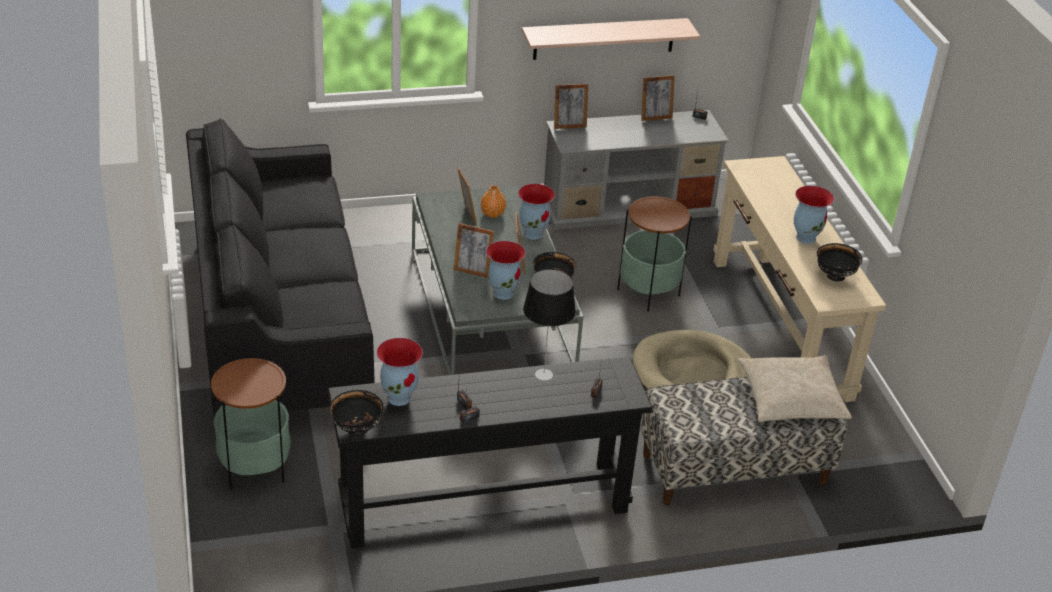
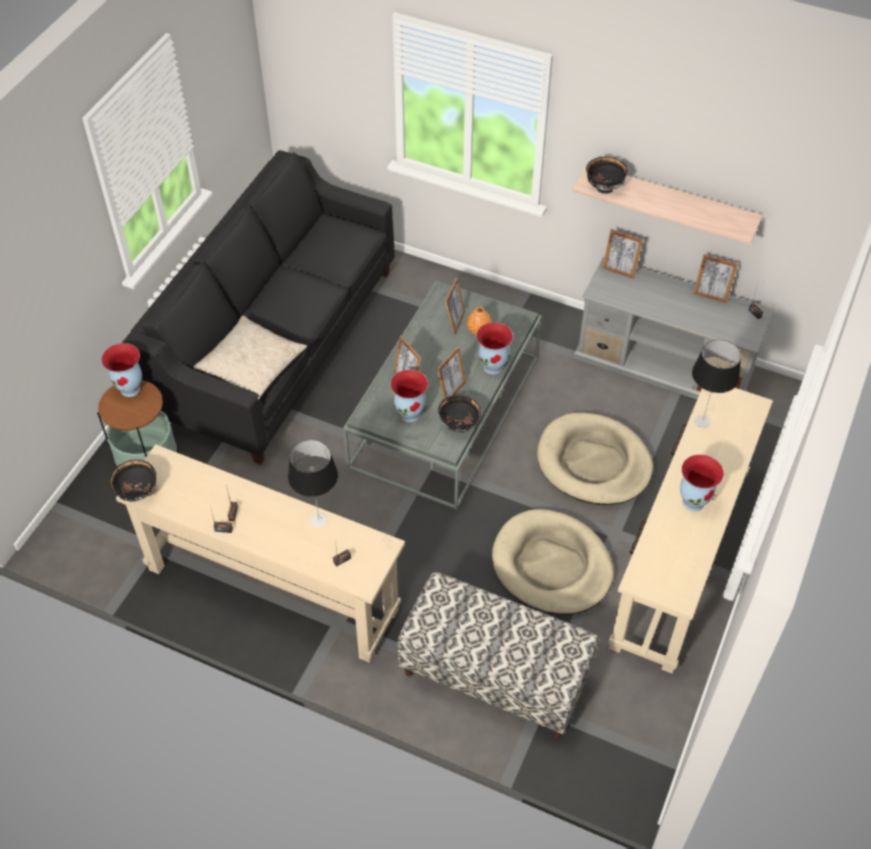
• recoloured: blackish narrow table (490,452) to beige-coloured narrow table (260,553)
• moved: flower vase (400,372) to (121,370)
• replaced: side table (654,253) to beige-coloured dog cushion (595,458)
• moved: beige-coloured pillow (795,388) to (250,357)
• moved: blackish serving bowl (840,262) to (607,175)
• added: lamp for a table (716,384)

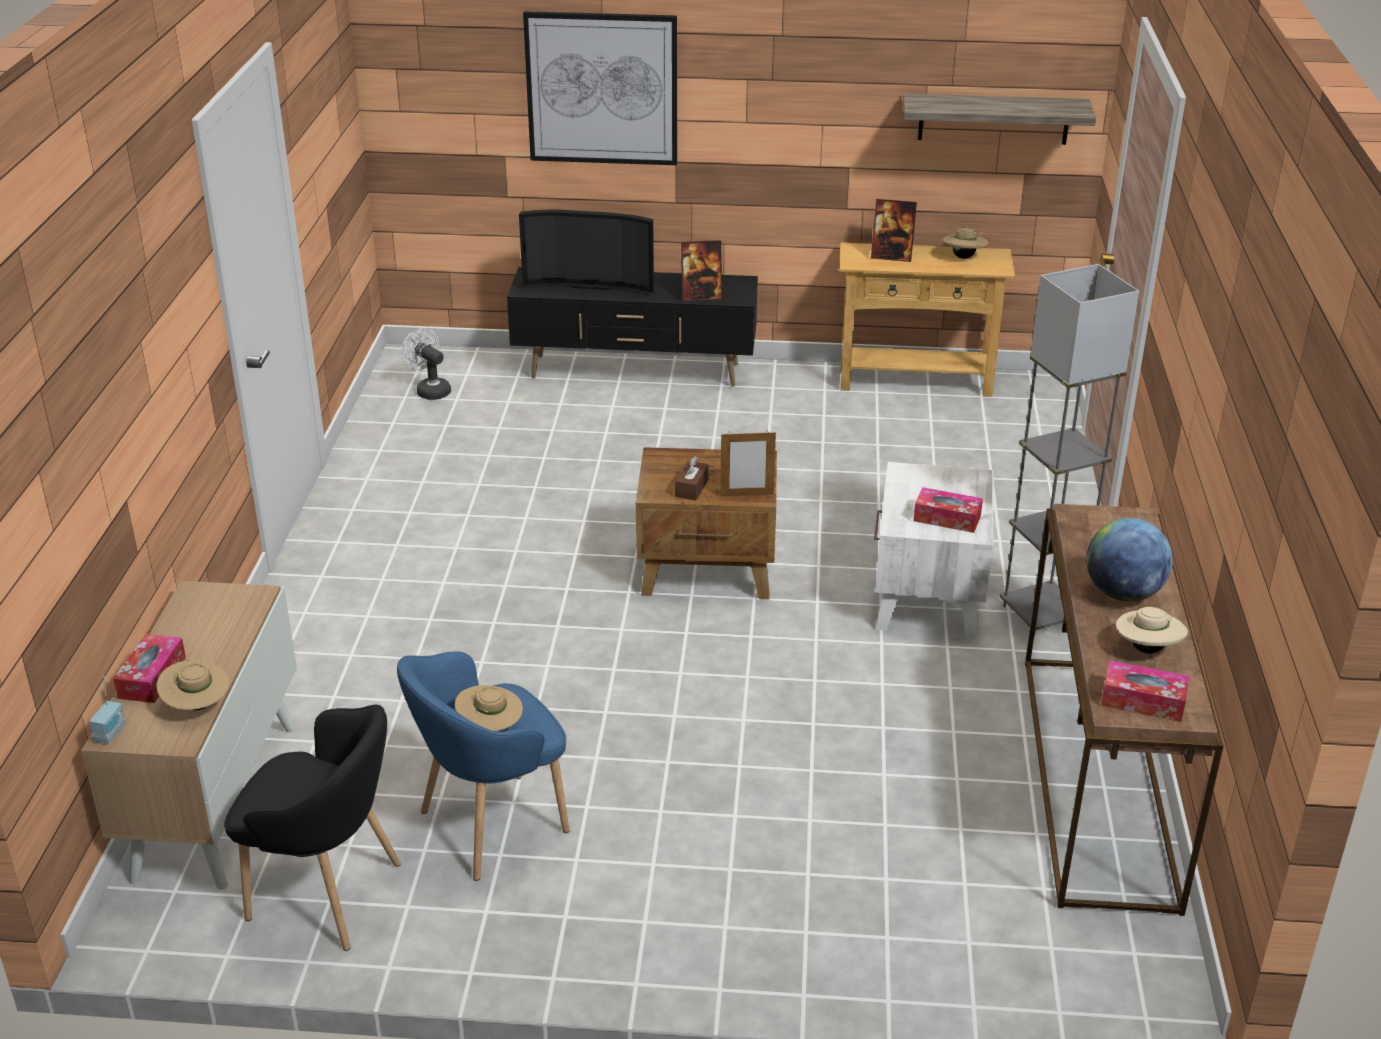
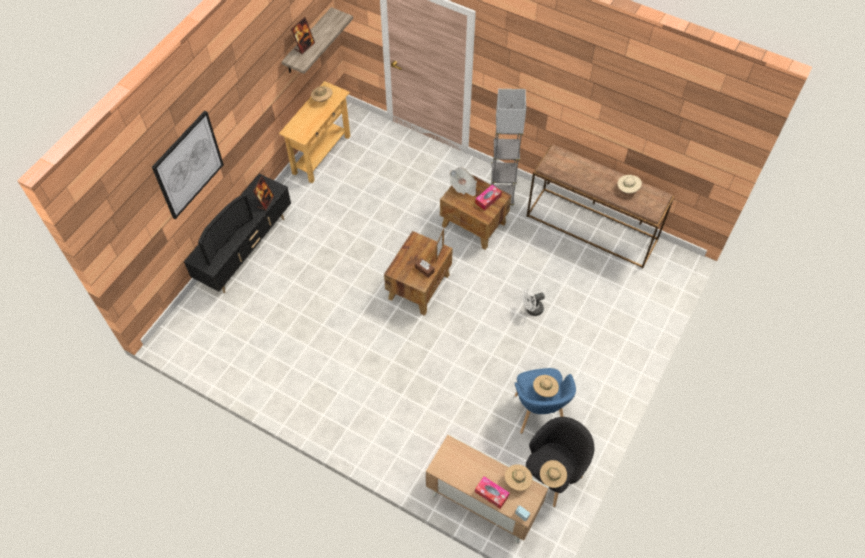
• moved: whitish cooling fan (426,364) to (533,302)
• moved: photo frame (894,230) to (303,35)
• recoloured: whitish side table (934,550) to brown side table (475,212)
• removed: world globe (1129,560)
• removed: tissue box (1145,691)
• added: newspaper (463,181)
• added: beige-coloured hat (553,474)

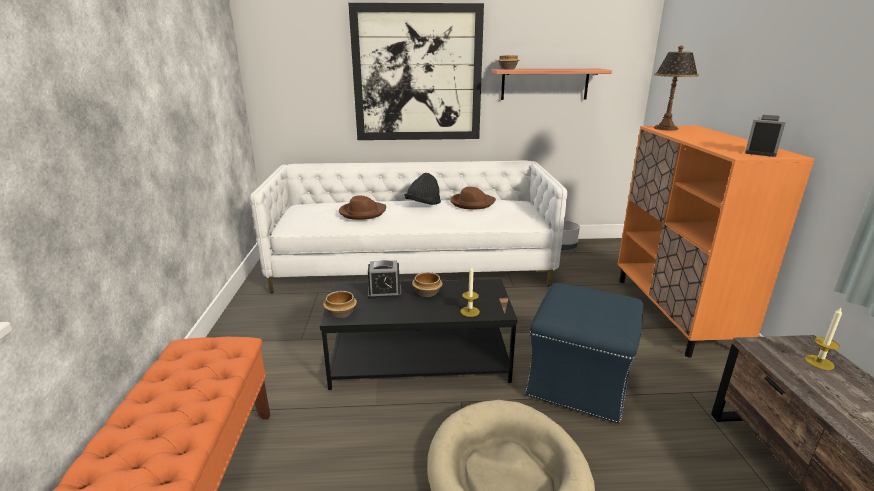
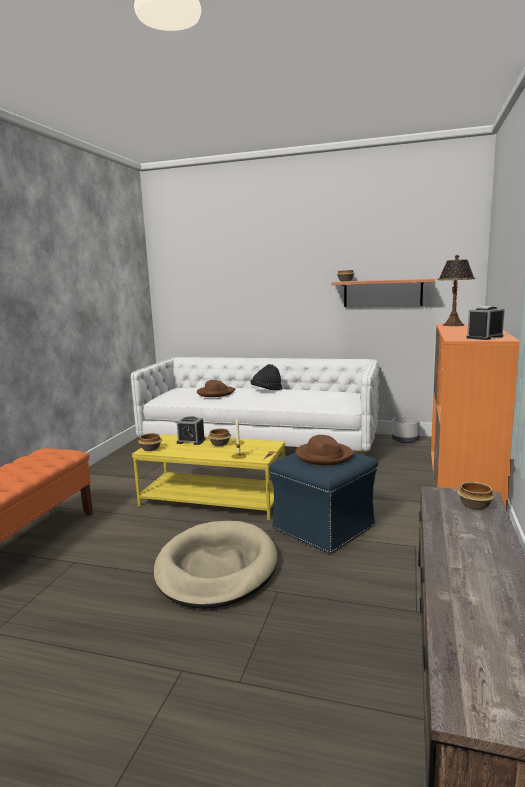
• recoloured: blackish low table (418,334) to yellowish low table (208,477)
• removed: wall picture (416,71)
• moved: brown hat (473,198) to (325,450)
• replaced: wax candle (823,339) to serving bowl (476,496)

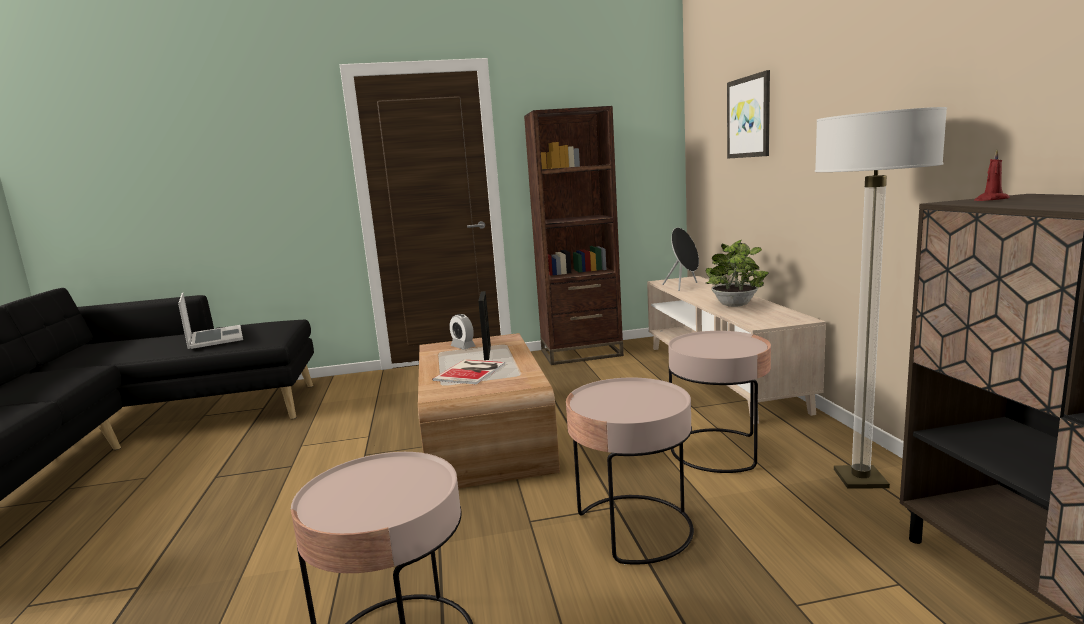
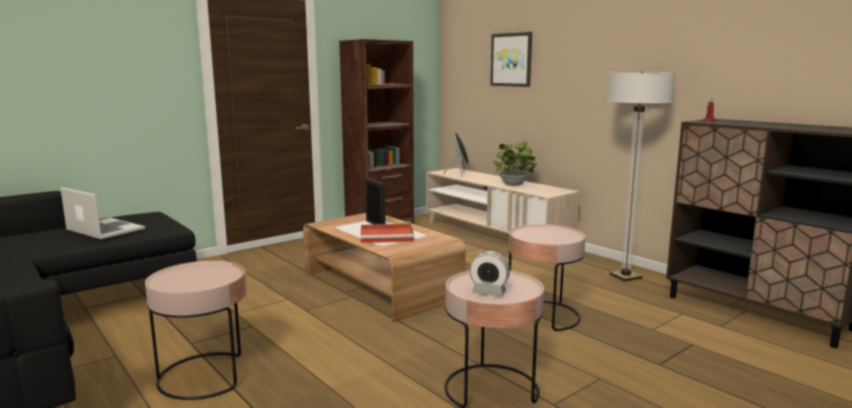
• replaced: bound book (468,372) to reddish tray (387,233)
• moved: table clock (463,332) to (490,274)
• moved: pinkish side table (719,402) to (196,330)

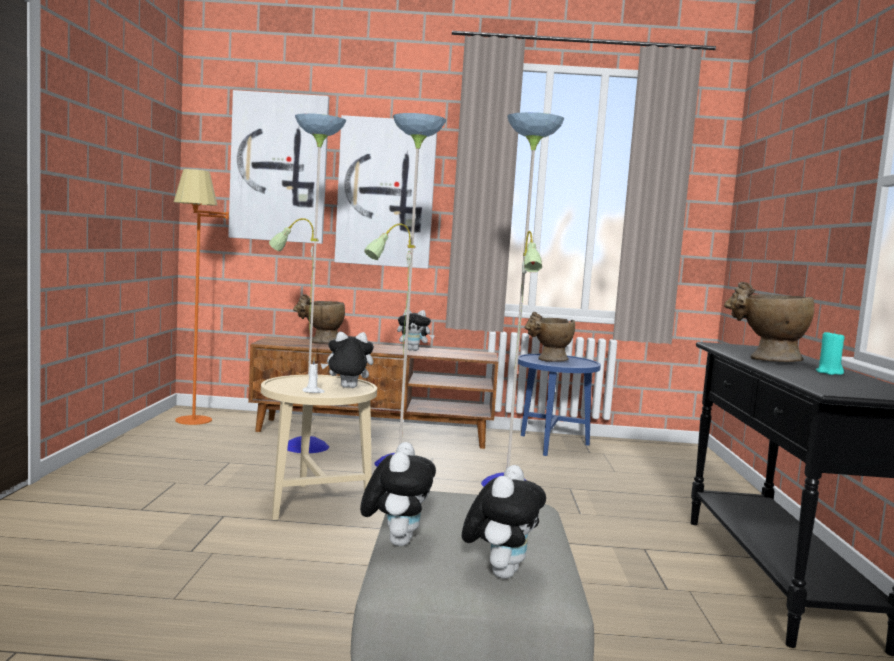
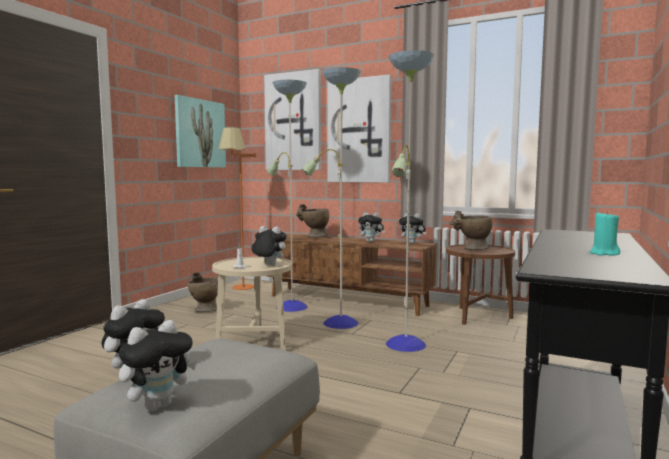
• recoloured: blue side table (559,405) to brown side table (480,284)
• moved: beige-coloured flower vase (769,322) to (202,292)
• added: wall picture (200,131)
• added: cuddly toy (412,228)

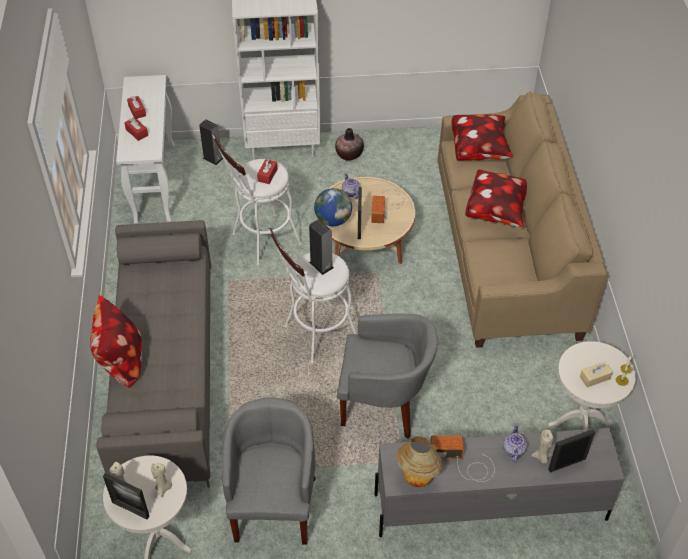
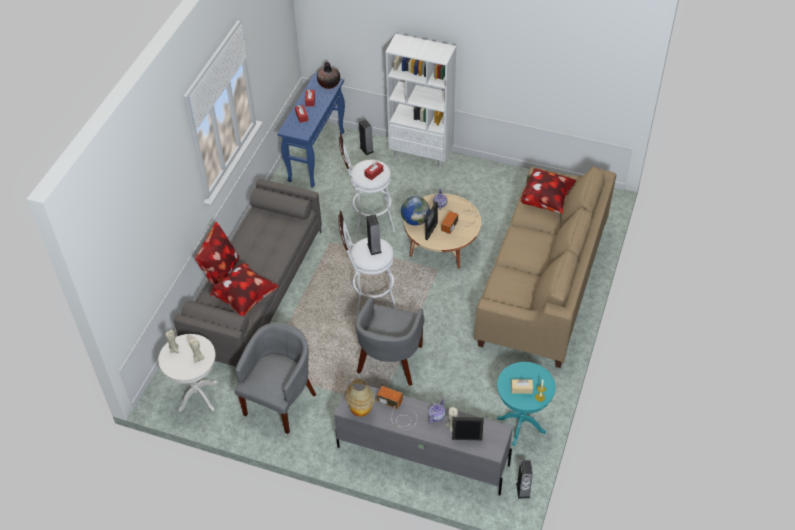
• removed: photo frame (126,496)
• recoloured: whitish narrow table (145,149) to blue narrow table (311,130)
• moved: flower vase (349,144) to (328,75)
• turned: gray armchair (387,376) = (390,341) 75 degrees clockwise
• moved: pillow (496,198) to (244,289)
• recoloured: whitish side table (592,385) to turquoise side table (526,404)
• added: loudspeaker (524,479)

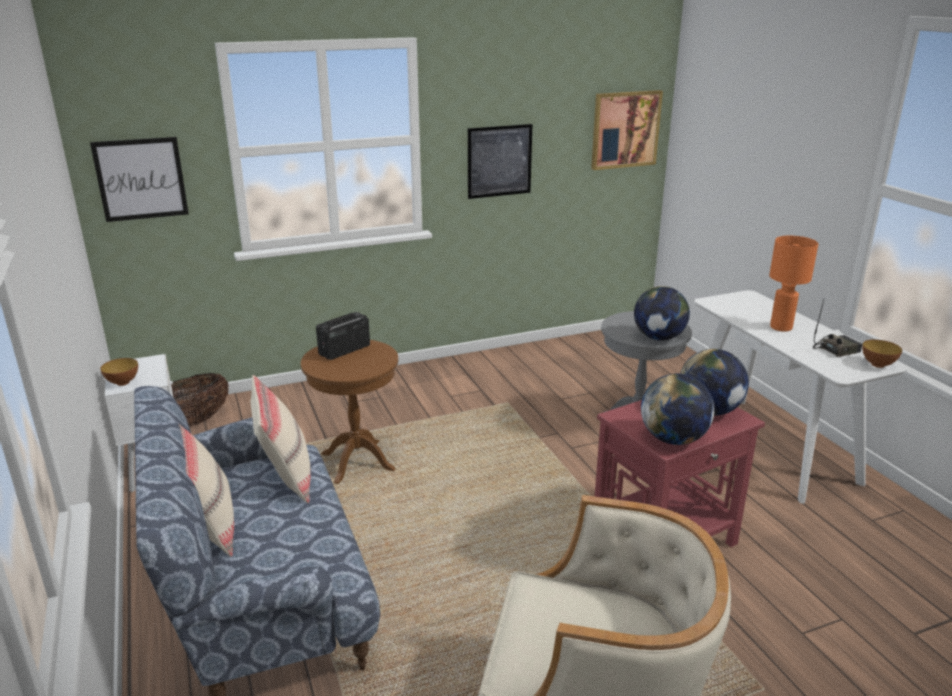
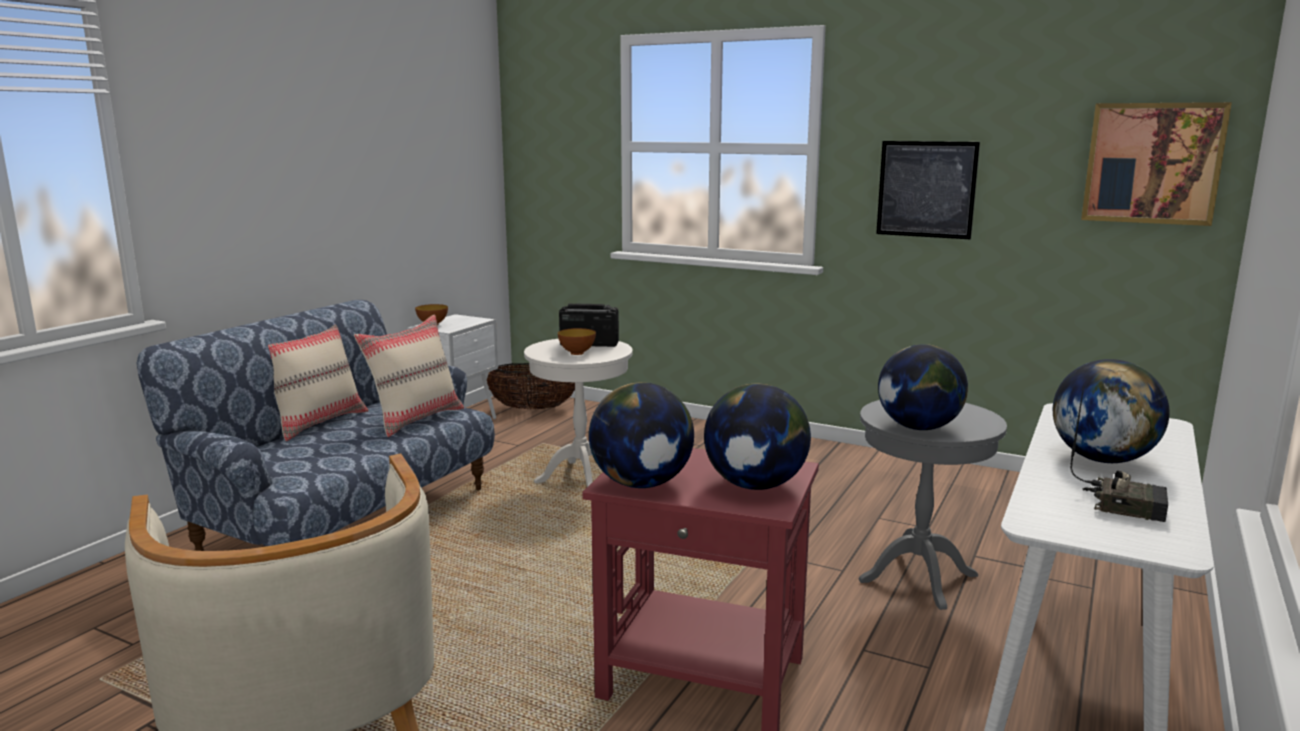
• removed: wall picture (139,179)
• recoloured: brown side table (349,412) to whitish side table (578,413)
• replaced: orange lamp for a table (793,284) to world globe (1111,411)
• moved: serving bowl (882,353) to (577,341)

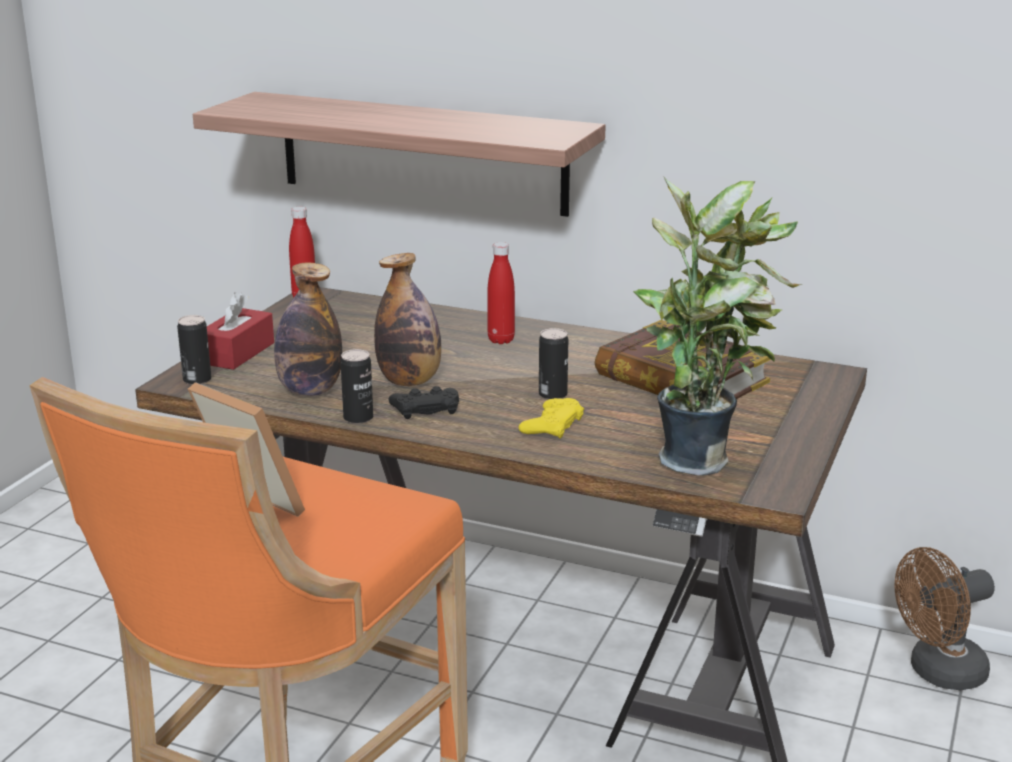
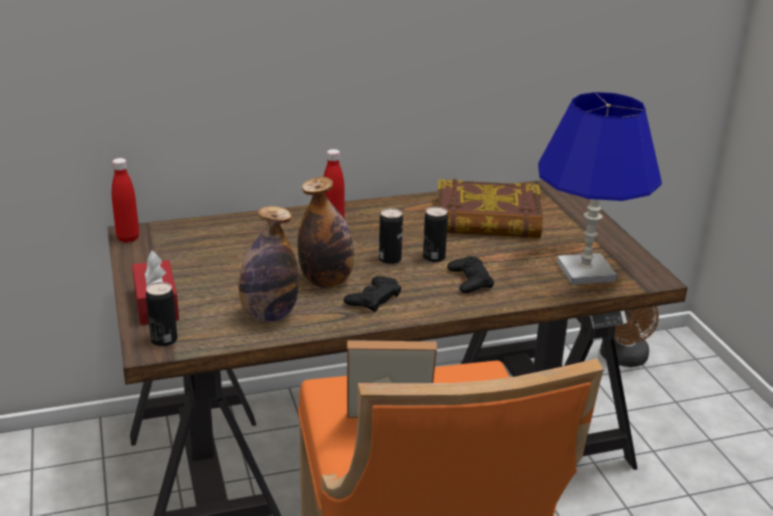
• removed: shelf (399,154)
• moved: sealed can (356,386) to (391,236)
• recoloured: yellowish game controller (551,418) to blackish game controller (470,274)
• replaced: plant in a pot (717,326) to blue lamp for a table (600,188)

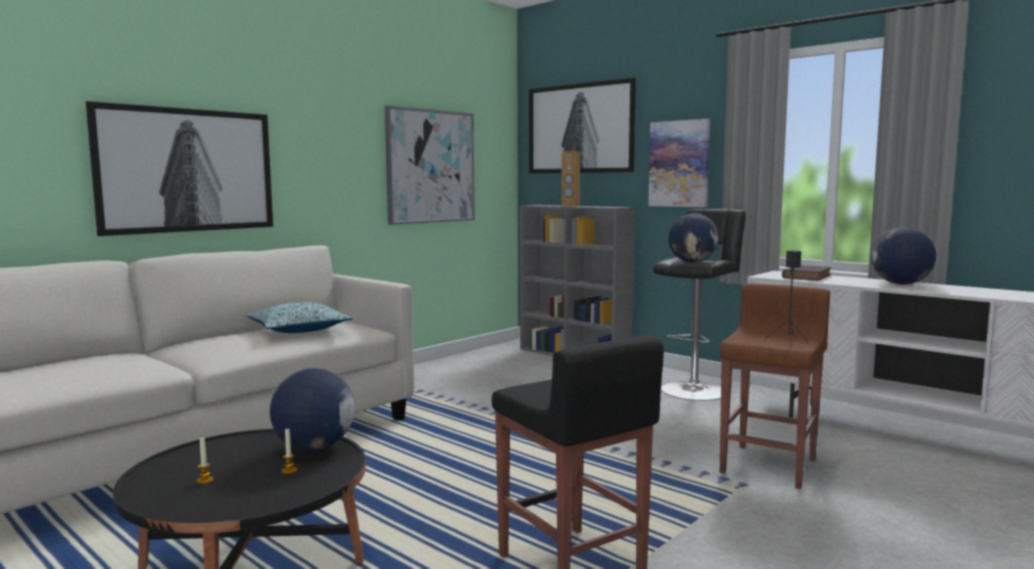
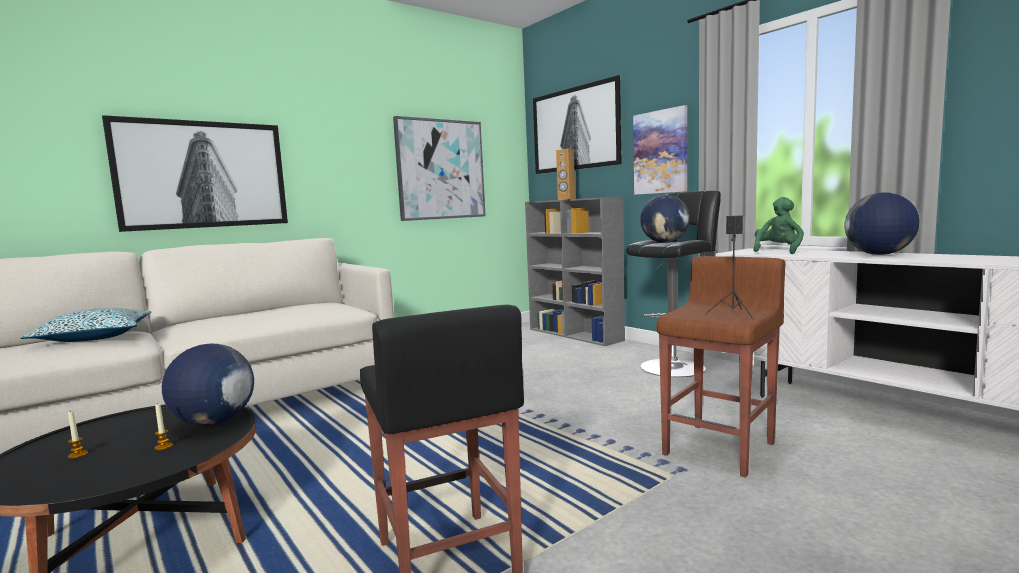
• moved: pillow (299,317) to (86,325)
• replaced: brown bound book (806,273) to green cuddly toy (778,225)

